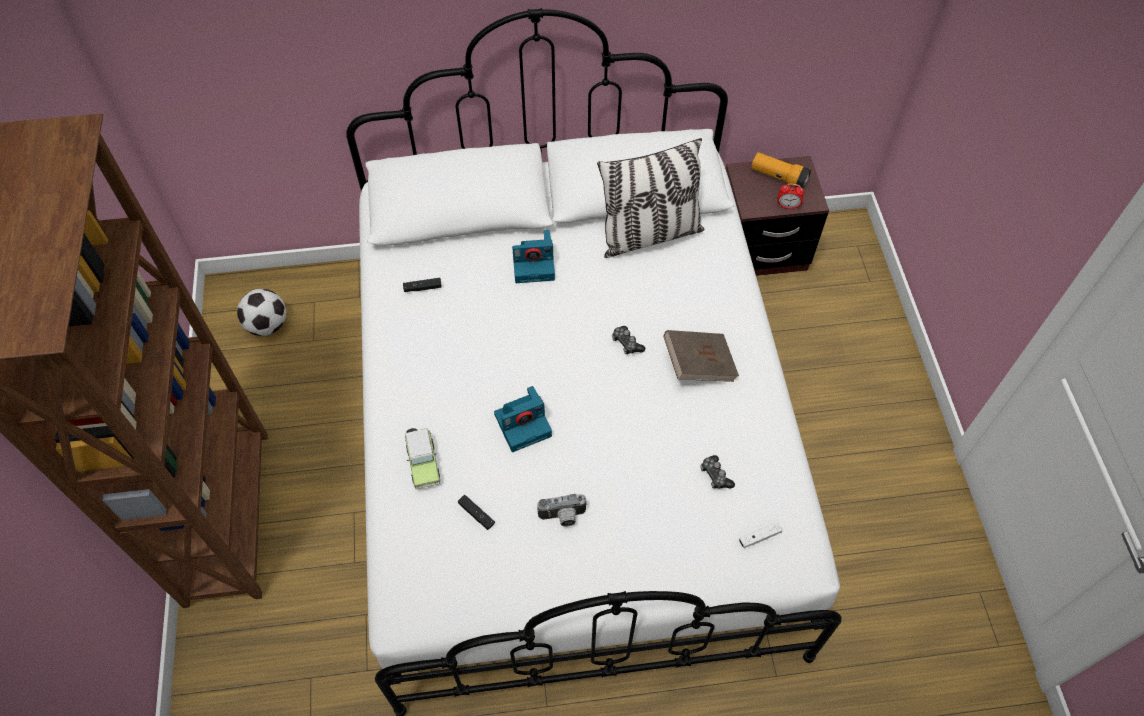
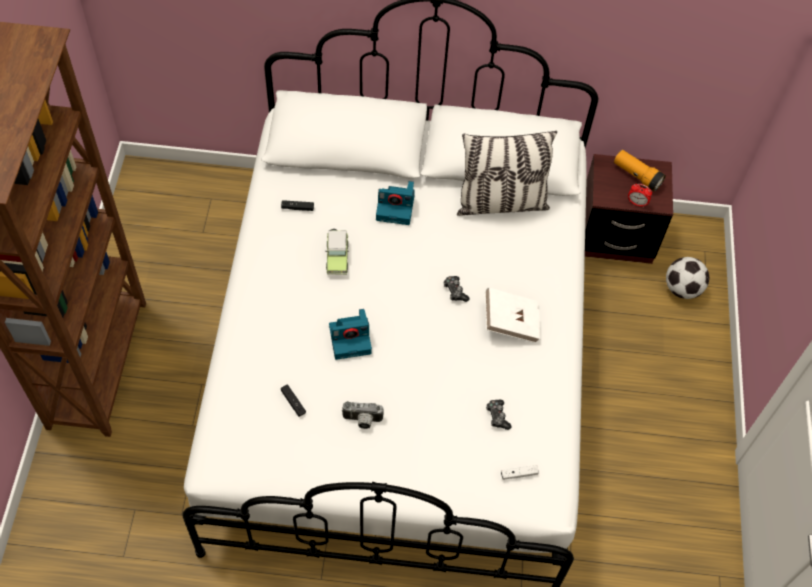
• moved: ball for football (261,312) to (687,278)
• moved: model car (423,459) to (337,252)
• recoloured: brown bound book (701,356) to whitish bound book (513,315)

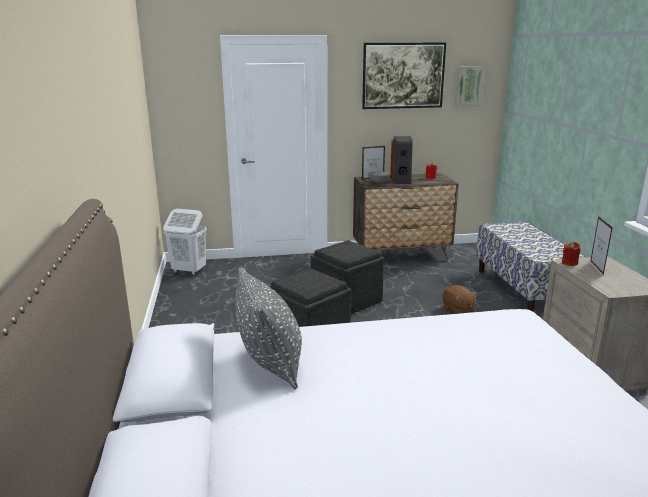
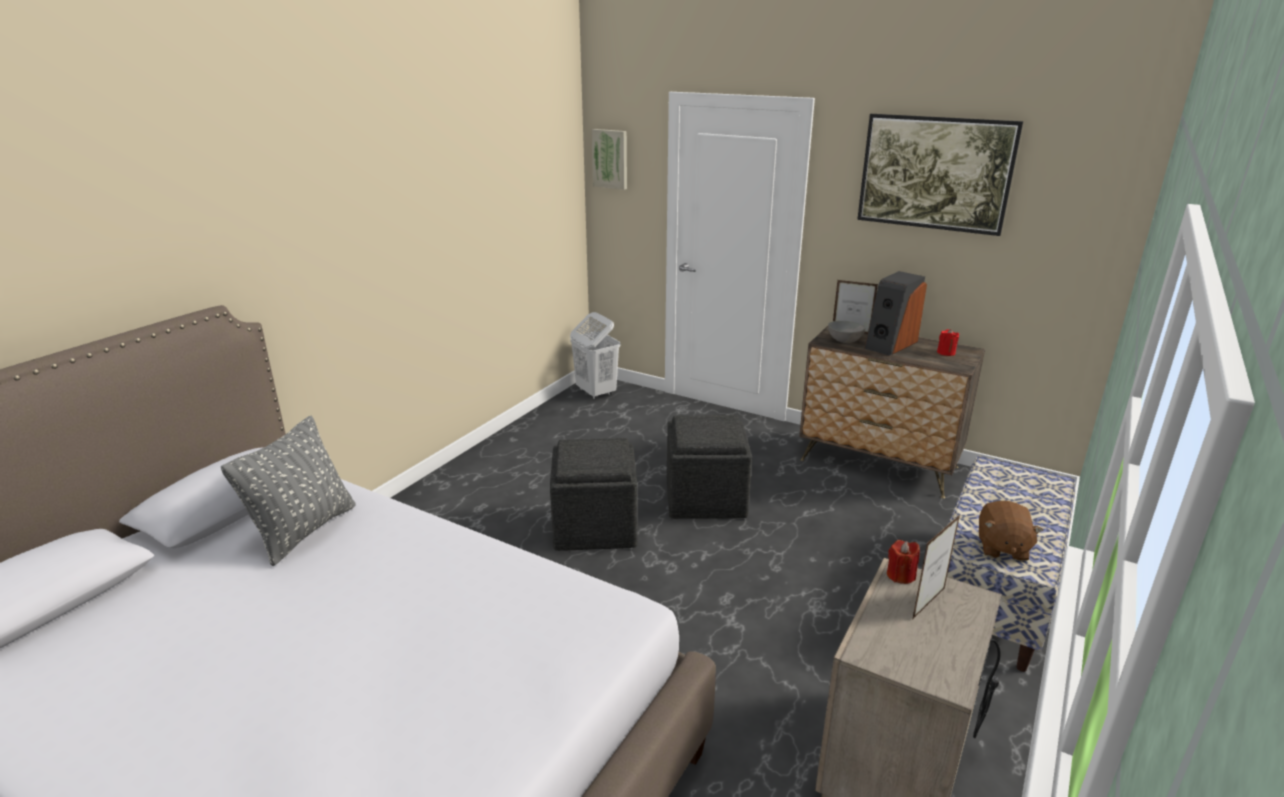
• moved: brown cuddly toy (460,299) to (1011,531)
• moved: wall picture (470,86) to (609,159)

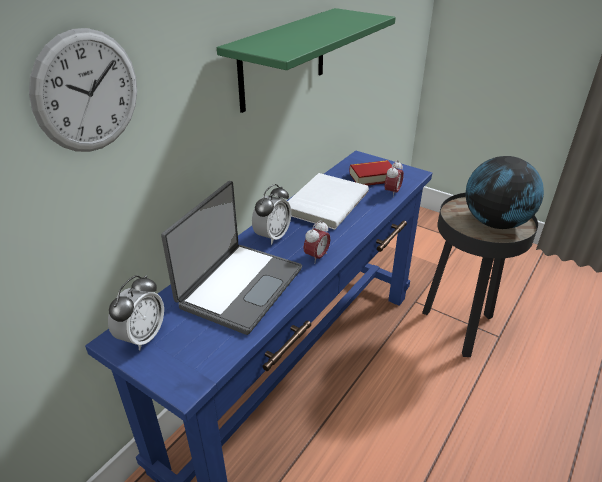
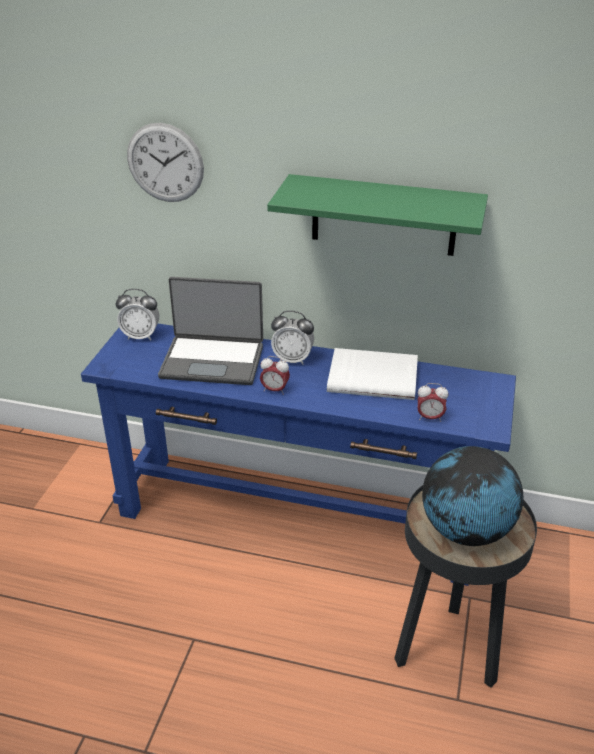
• removed: bound book (371,173)

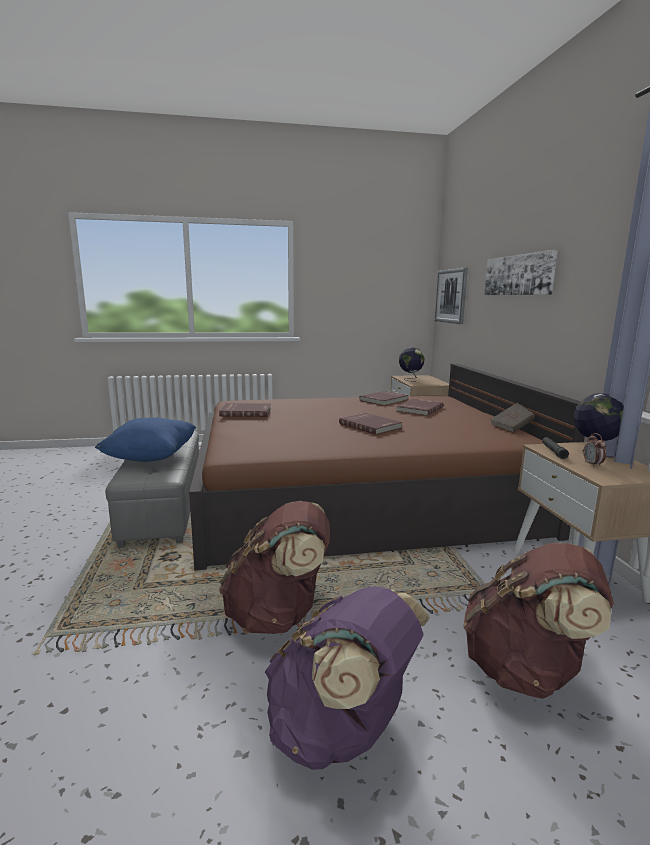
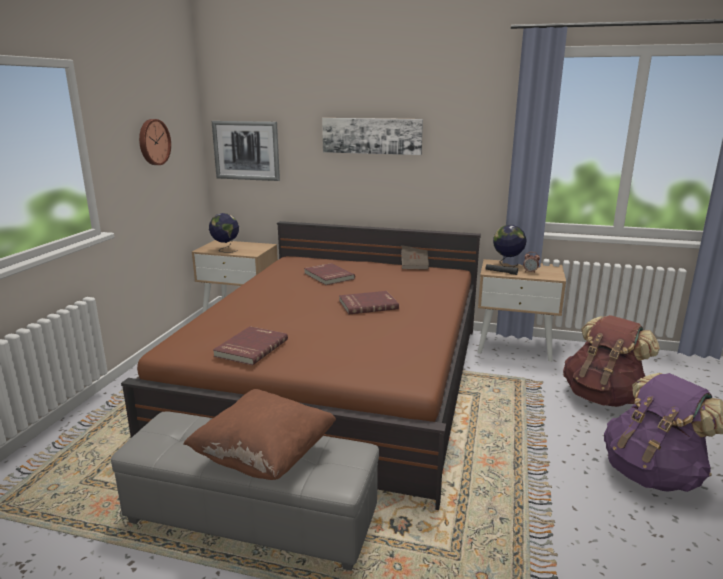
• recoloured: blue pillow (145,440) to brown pillow (259,434)
• removed: brown backpack (274,567)
• removed: reddish bound book (383,398)
• added: clock on the wall (155,142)

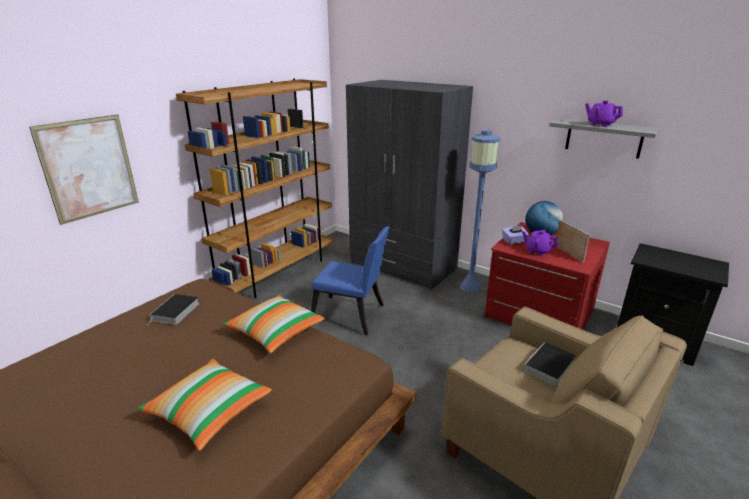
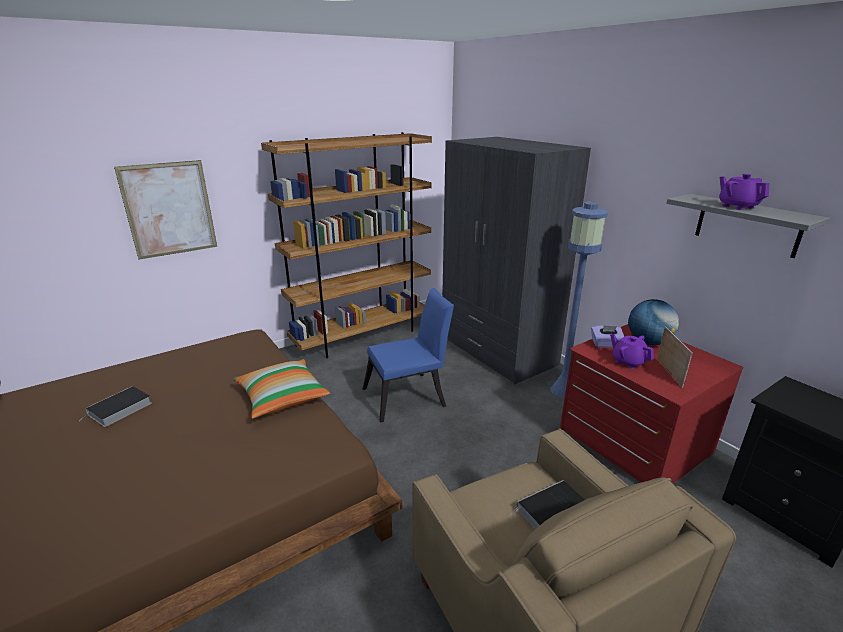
• removed: pillow (204,405)
• moved: bound book (173,309) to (116,406)
• turned: blue chair (350,281) = (408,355) 60 degrees counterclockwise

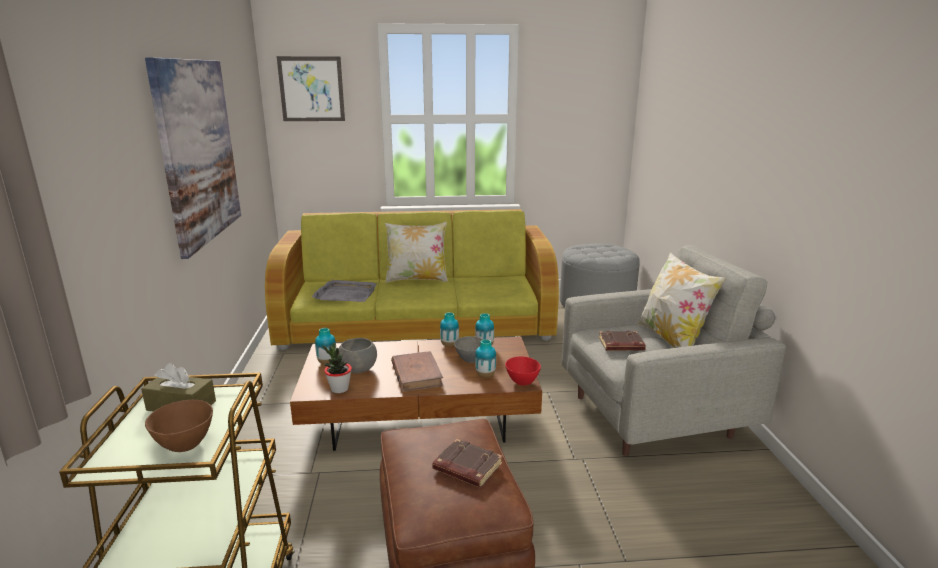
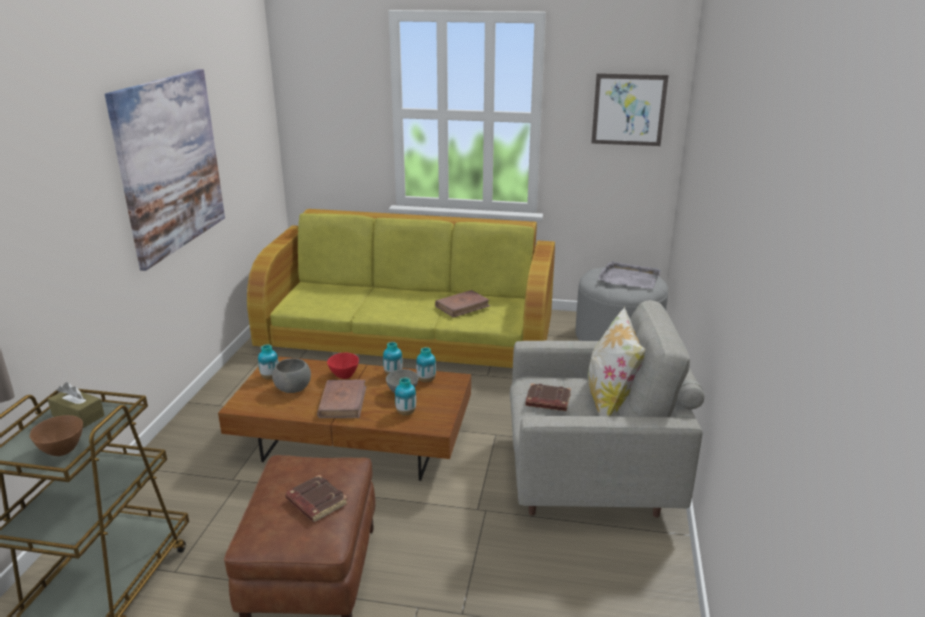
• moved: wall picture (311,88) to (630,109)
• moved: gray tray (344,290) to (629,275)
• removed: plant in a pot (337,368)
• removed: pillow (416,252)
• moved: reddish serving bowl (523,370) to (343,366)
• added: brown bound book (463,304)

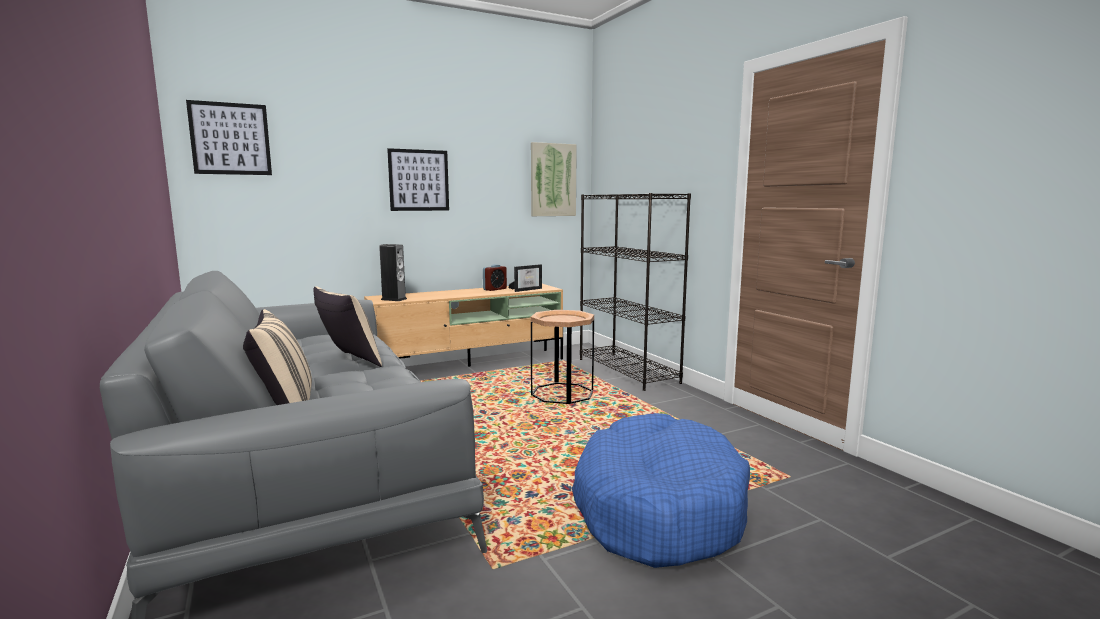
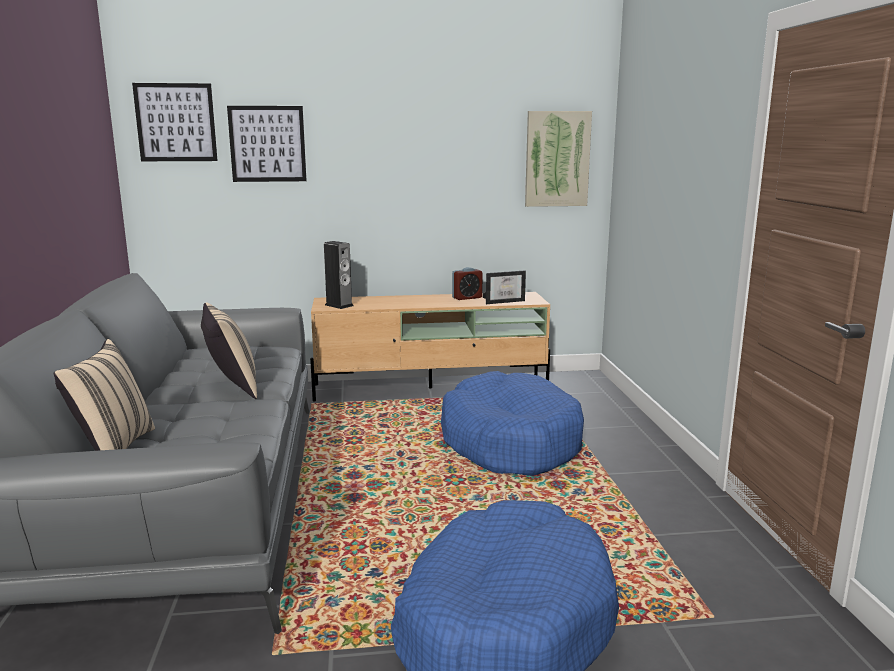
• moved: wall picture (418,179) to (267,144)
• replaced: brown side table (562,357) to blue dog cushion (512,423)
• removed: blackish bookcase (635,292)

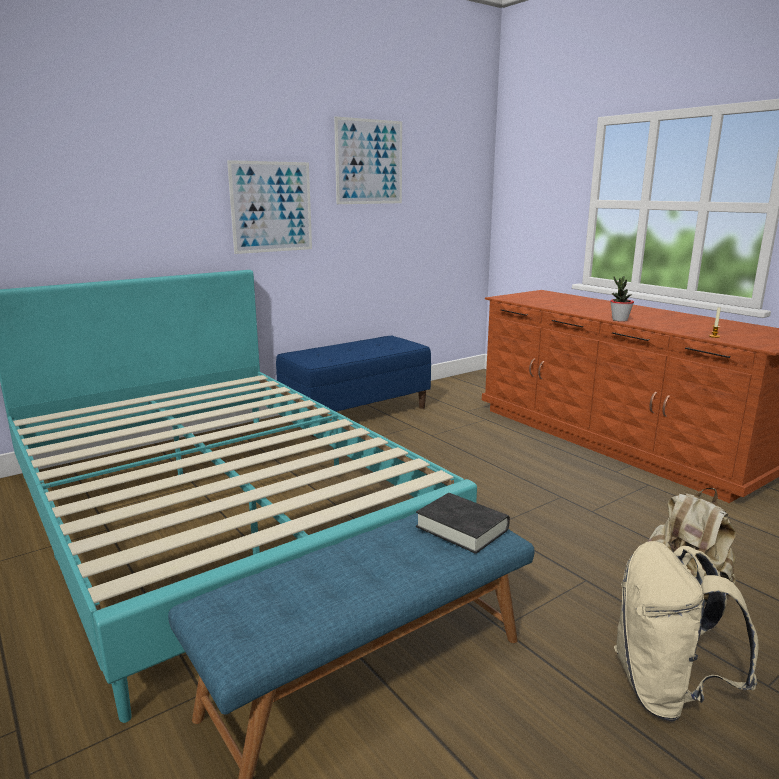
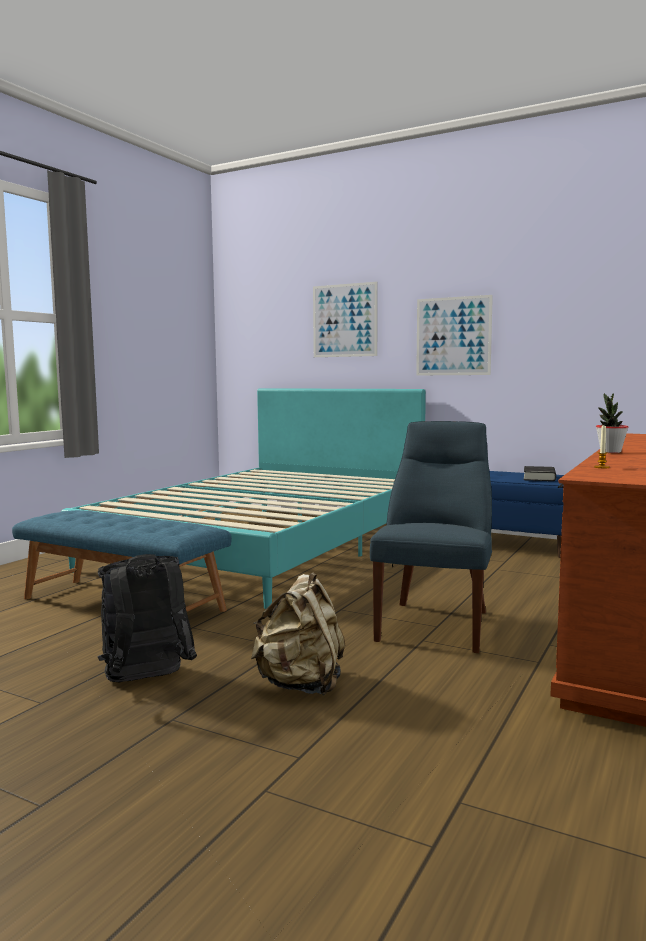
• moved: wall picture (368,160) to (345,319)
• moved: blackish bound book (463,523) to (540,473)
• recoloured: beige-coloured backpack (686,631) to blackish backpack (147,618)
• added: blue chair (431,537)

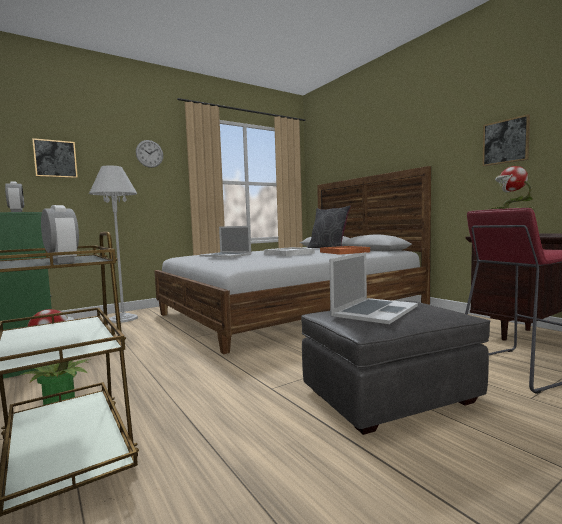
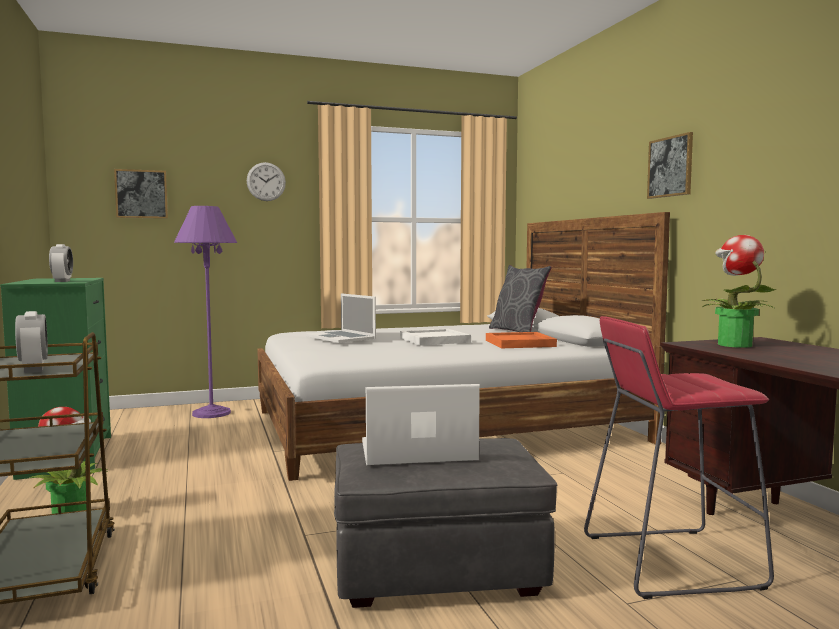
• recoloured: whitish floor lamp (113,244) to purple floor lamp (205,312)
• turned: portable computer (373,288) = (421,424) 150 degrees counterclockwise
• moved: wall picture (506,140) to (670,165)

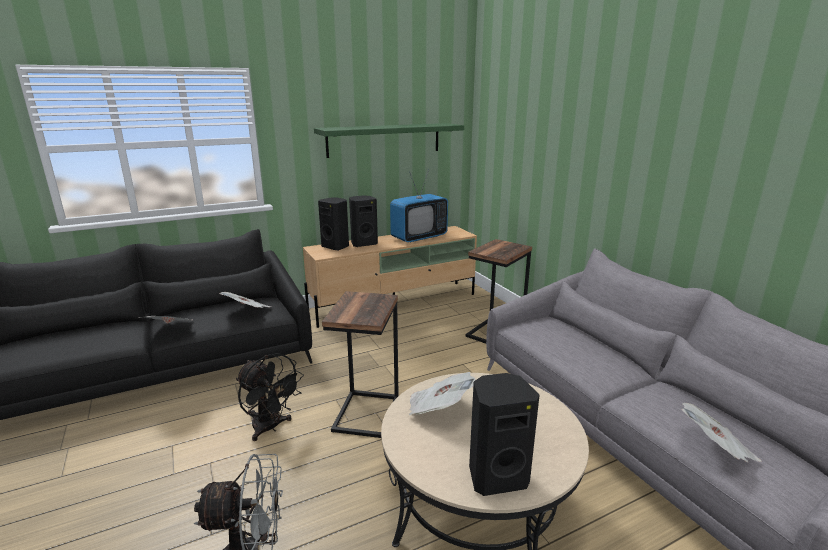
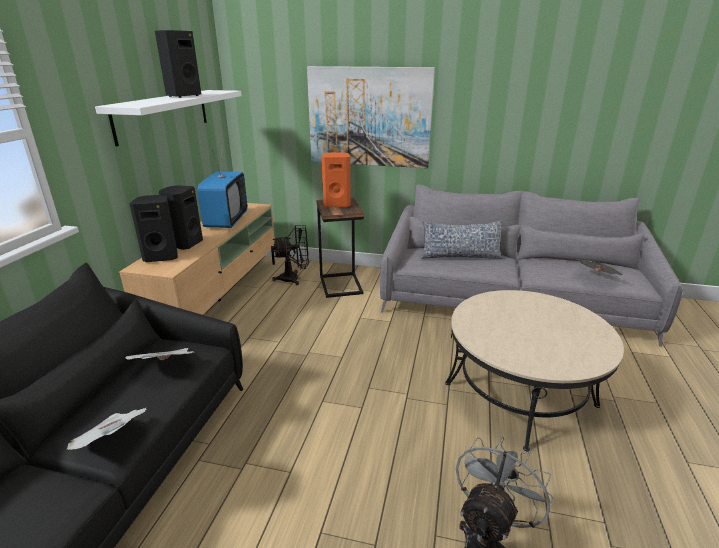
• moved: blackish cooling fan (270,397) to (290,255)
• recoloured: green shelf (389,140) to whitish shelf (168,118)
• removed: side table (360,364)
• removed: newspaper (442,393)
• moved: blackish loudspeaker (504,434) to (178,64)
• added: wall picture (371,117)
• added: orange loudspeaker (336,179)
• added: pillow (461,239)

